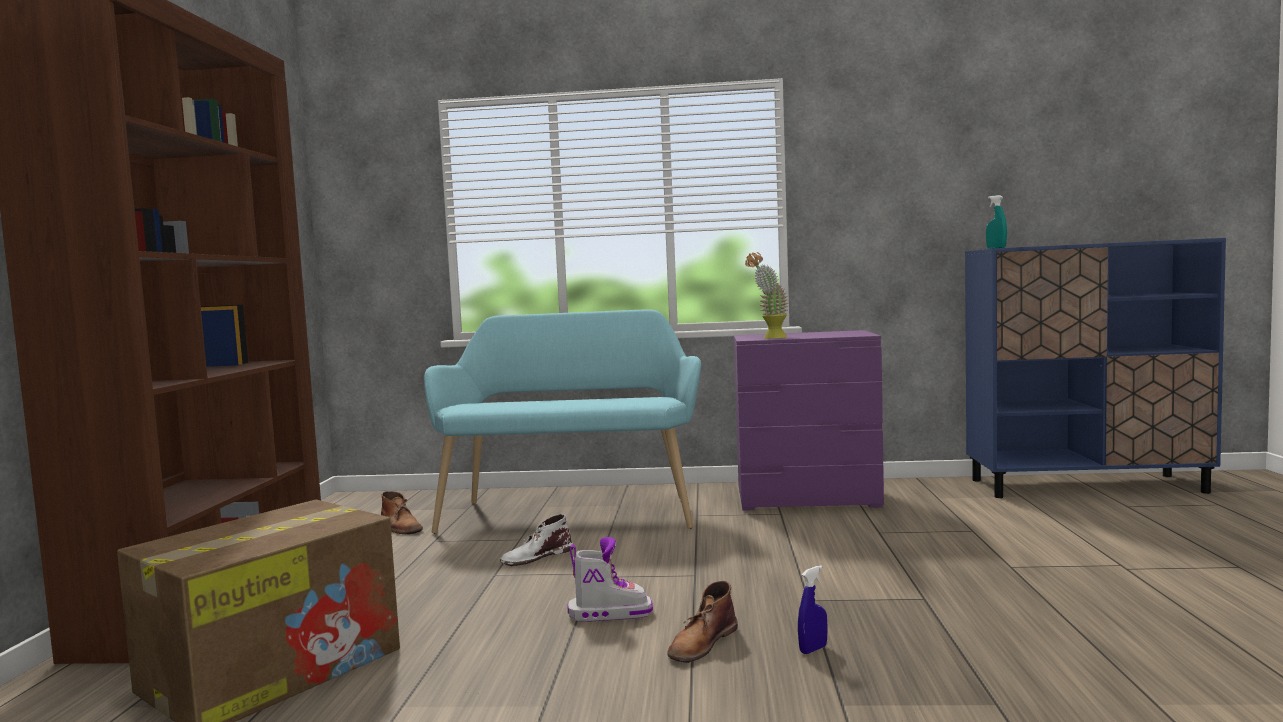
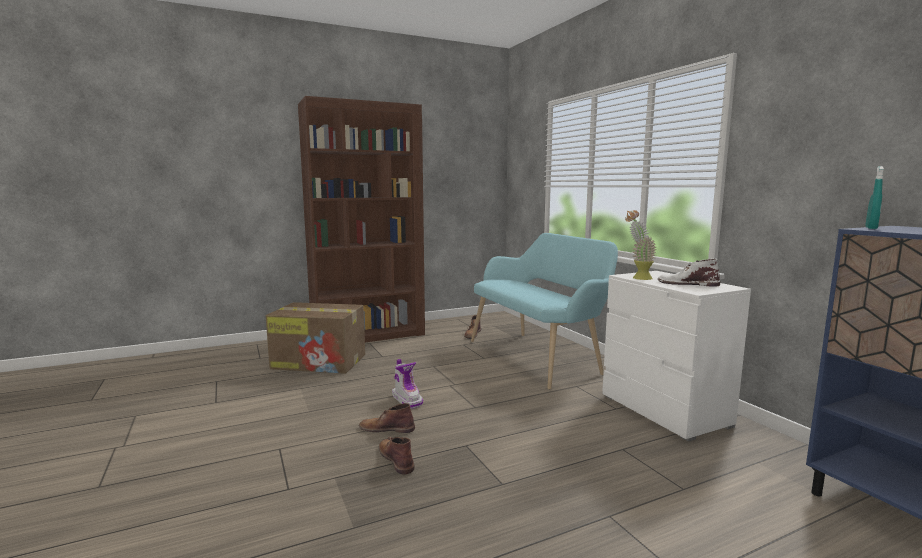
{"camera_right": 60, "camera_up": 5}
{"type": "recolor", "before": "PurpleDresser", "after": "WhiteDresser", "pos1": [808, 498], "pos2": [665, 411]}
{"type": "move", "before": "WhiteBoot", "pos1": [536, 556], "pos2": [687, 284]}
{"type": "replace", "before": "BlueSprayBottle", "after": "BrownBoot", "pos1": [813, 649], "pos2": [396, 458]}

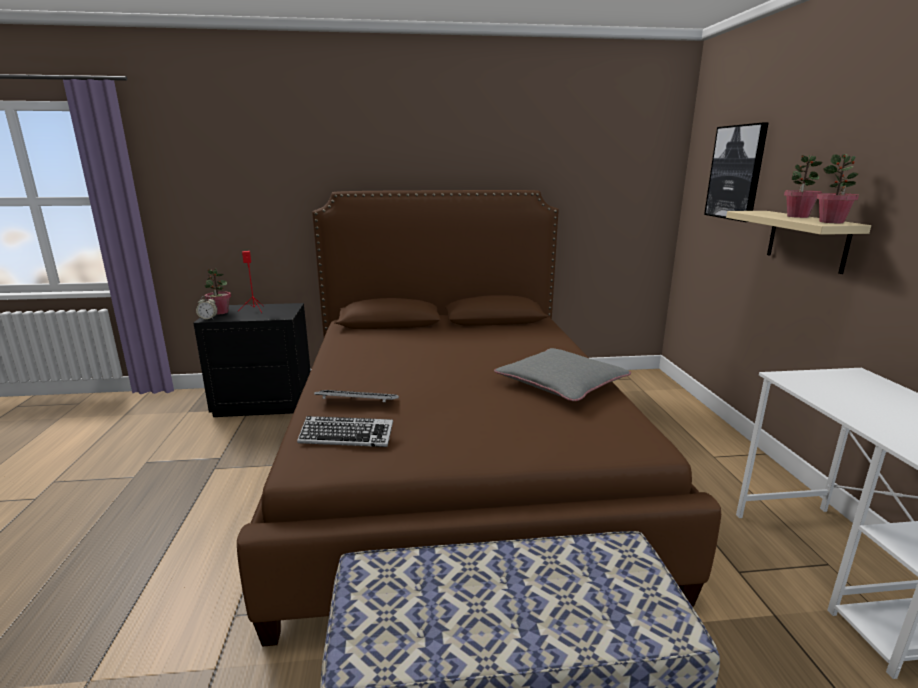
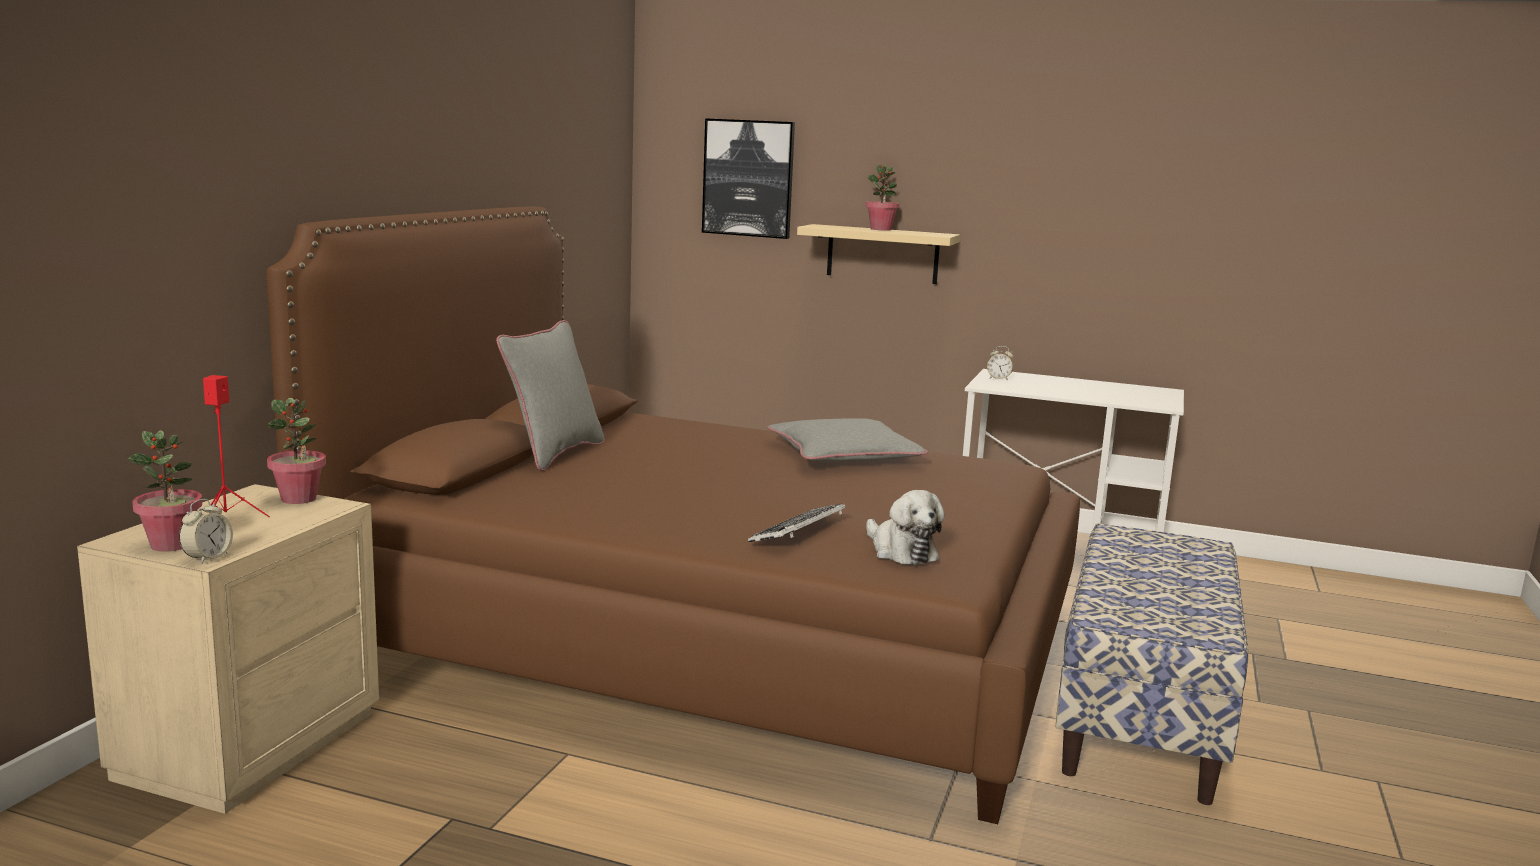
{"camera_right": -65, "camera_up": -5}
{"type": "move", "before": "PottedPlant", "pos1": [831, 222], "pos2": [299, 499]}
{"type": "recolor", "before": "BlackNightstand", "after": "BeigeNightstand", "pos1": [264, 402], "pos2": [247, 745]}
{"type": "replace", "before": "Keyboard", "after": "PlushToy", "pos1": [346, 437], "pos2": [901, 551]}
{"type": "insert", "after": "GreyPillow", "pos2": [554, 454]}
{"type": "insert", "after": "AlarmClock", "pos2": [998, 379]}

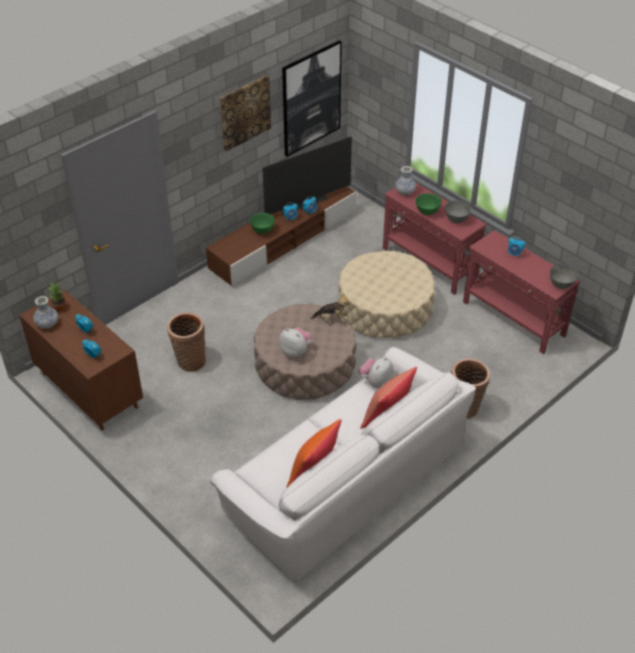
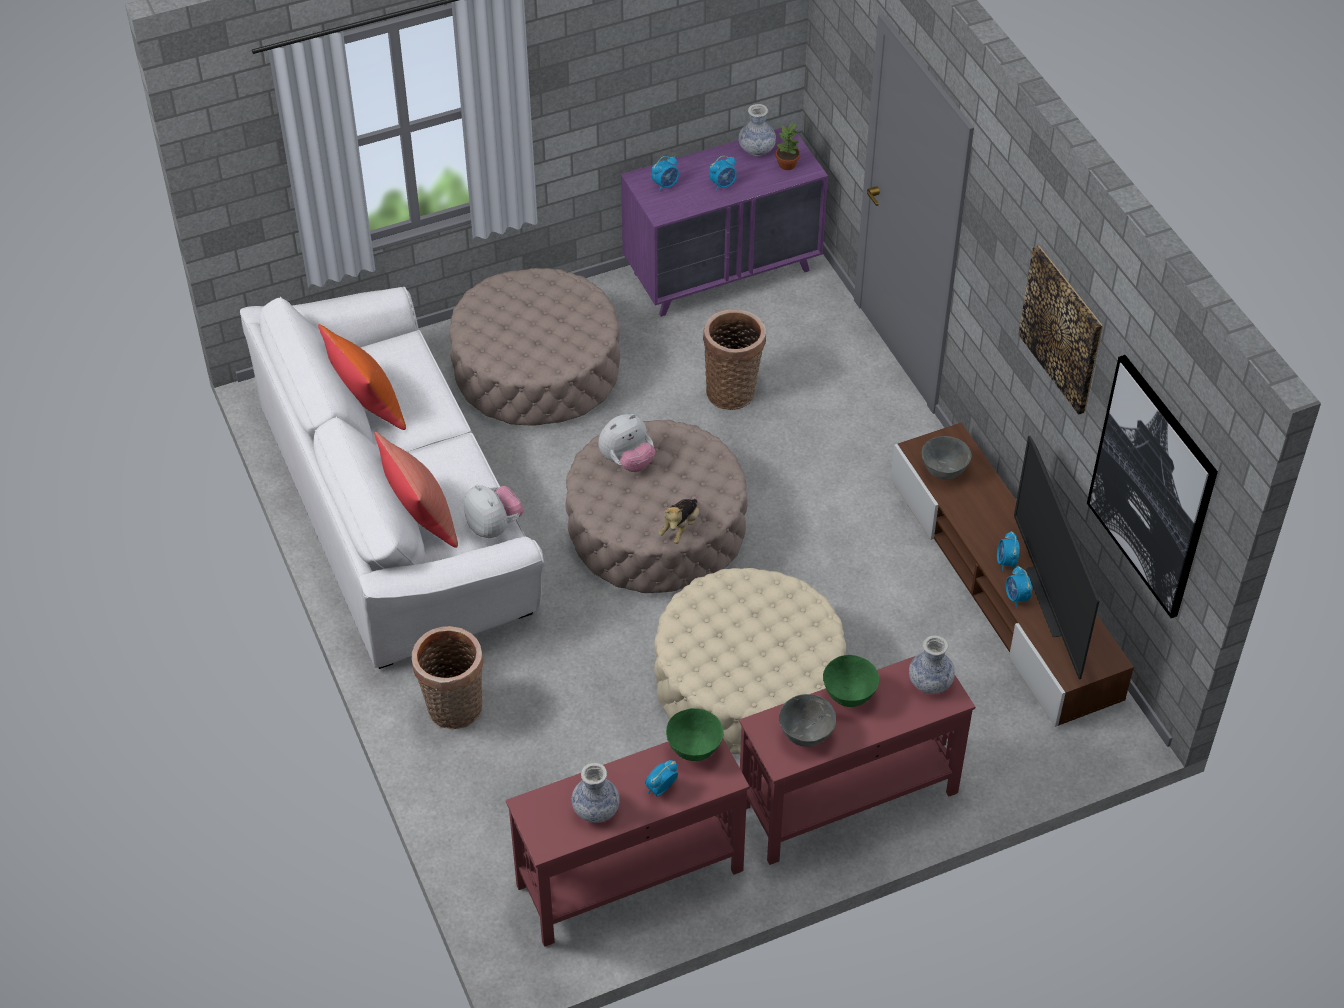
{"camera_right": 110, "camera_up": 5}
{"type": "move", "before": "GreenBowl", "pos1": [262, 231], "pos2": [695, 749]}
{"type": "move", "before": "GreyBowl", "pos1": [561, 285], "pos2": [943, 471]}
{"type": "recolor", "before": "BrownDresser", "after": "PurpleDresser", "pos1": [89, 390], "pos2": [722, 271]}
{"type": "insert", "after": "BeigeOttoman", "pos2": [536, 369]}
{"type": "insert", "after": "Vase", "pos2": [596, 809]}

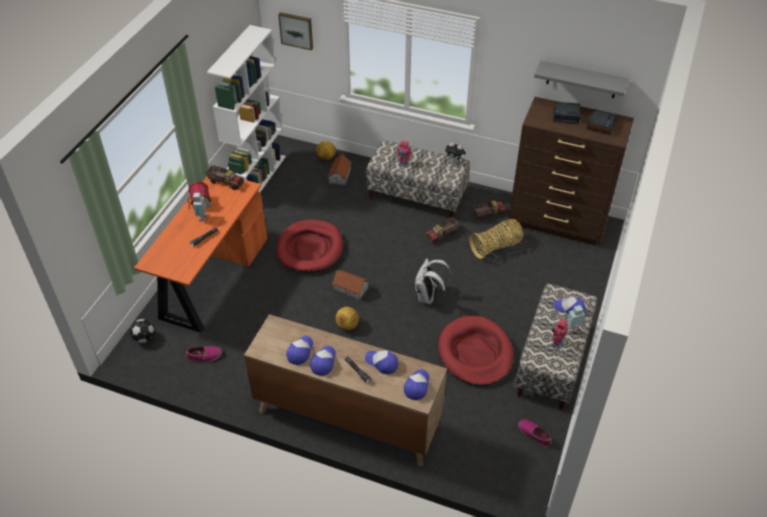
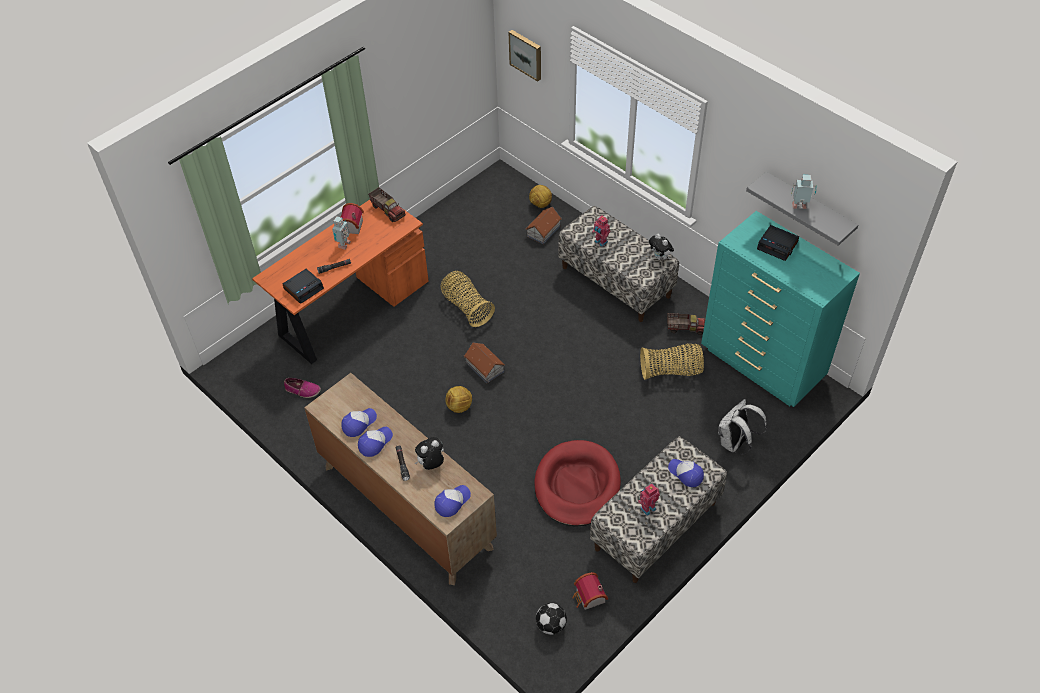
{"camera_right": 25, "camera_up": 5}
{"type": "delete", "before": "WhiteBookcase", "pos1": [258, 178]}
{"type": "recolor", "before": "BrownDresser", "after": "TurquoiseDresser", "pos1": [558, 222], "pos2": [762, 365]}
{"type": "move", "before": "AlarmClock", "pos1": [600, 125], "pos2": [304, 288]}
{"type": "delete", "before": "ToyTruck", "pos1": [442, 235]}
{"type": "replace", "before": "RedDogBed", "after": "Basket", "pos1": [310, 248], "pos2": [466, 307]}
{"type": "move", "before": "WhiteBackpack", "pos1": [428, 297], "pos2": [735, 443]}
{"type": "move", "before": "ToyRobot", "pos1": [573, 330], "pos2": [799, 206]}
{"type": "move", "before": "Football", "pos1": [145, 338], "pos2": [551, 625]}
{"type": "replace", "before": "Cap", "after": "PlushToy", "pos1": [381, 363], "pos2": [431, 464]}
{"type": "replace", "before": "Shoe", "after": "ToyHouse", "pos1": [534, 434], "pos2": [589, 598]}

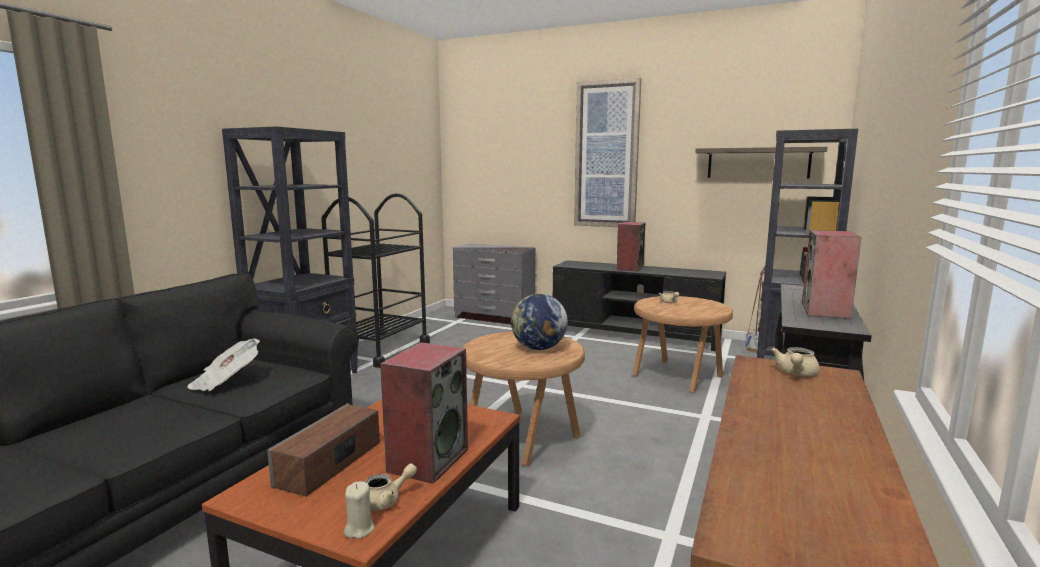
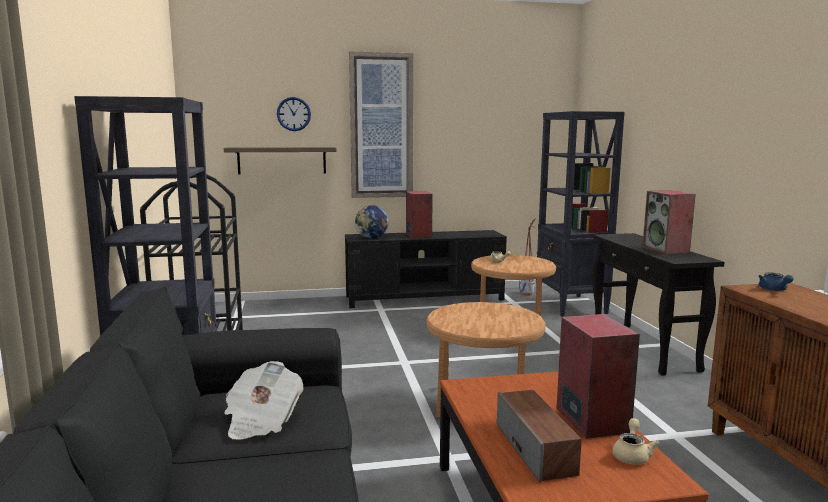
{"camera_right": -35, "camera_up": 0}
{"type": "move", "before": "Shelf", "pos1": [758, 163], "pos2": [282, 160]}
{"type": "delete", "before": "GreyDresser", "pos1": [494, 318]}
{"type": "move", "before": "Globe", "pos1": [538, 348], "pos2": [371, 238]}
{"type": "recolor", "before": "BeigeTeapot", "after": "BlueTeapot", "pos1": [796, 373], "pos2": [774, 290]}
{"type": "delete", "before": "BeigeCandle", "pos1": [359, 529]}
{"type": "insert", "after": "WallClock", "pos2": [293, 114]}

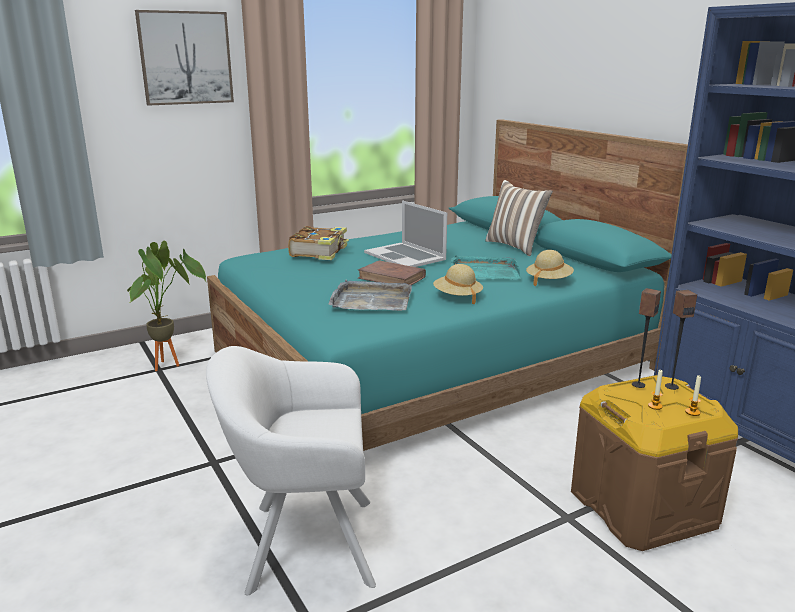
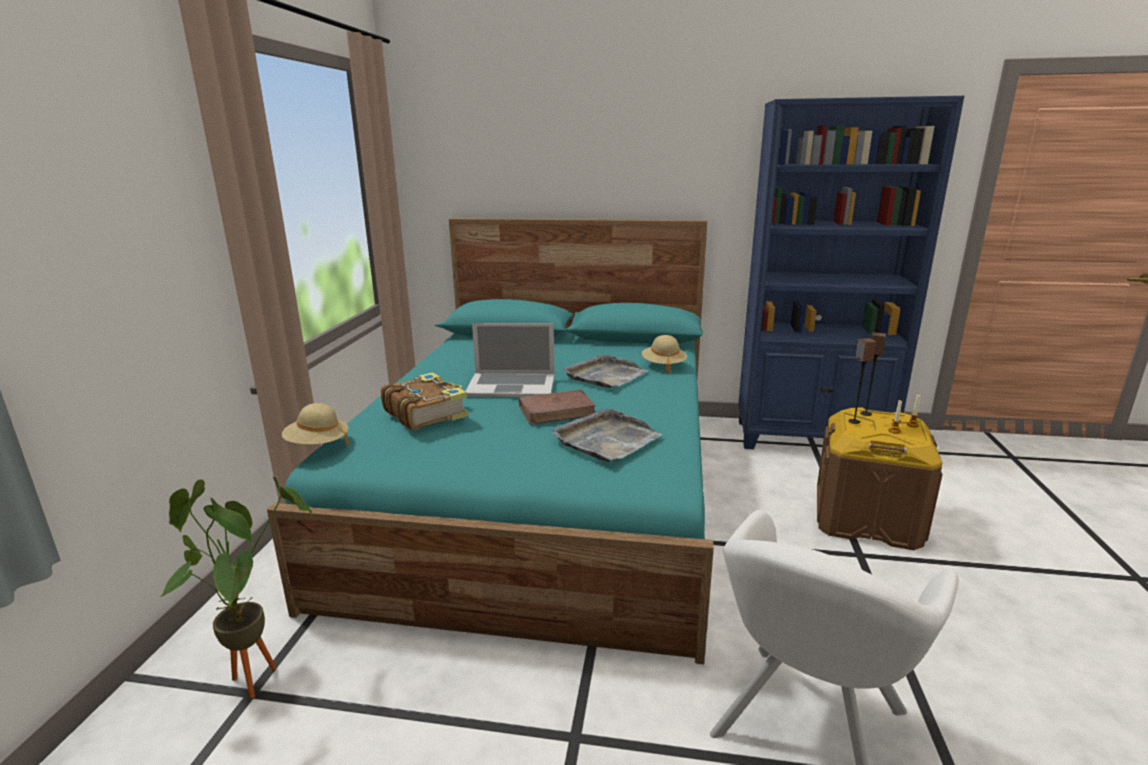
{"camera_right": -50, "camera_up": 0}
{"type": "delete", "before": "Picture", "pos1": [185, 58]}
{"type": "delete", "before": "Pillow", "pos1": [515, 246]}
{"type": "recolor", "before": "TurquoiseTray", "after": "GreyTray", "pos1": [484, 272], "pos2": [605, 375]}
{"type": "move", "before": "BeigeHat", "pos1": [457, 297], "pos2": [317, 445]}

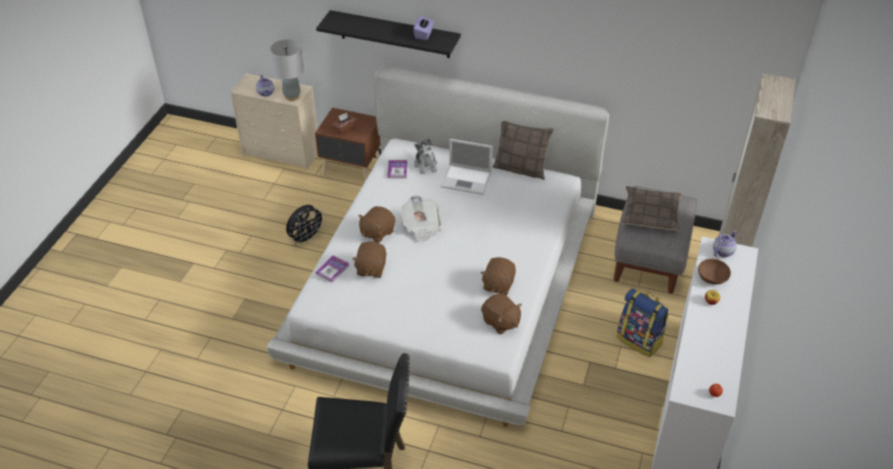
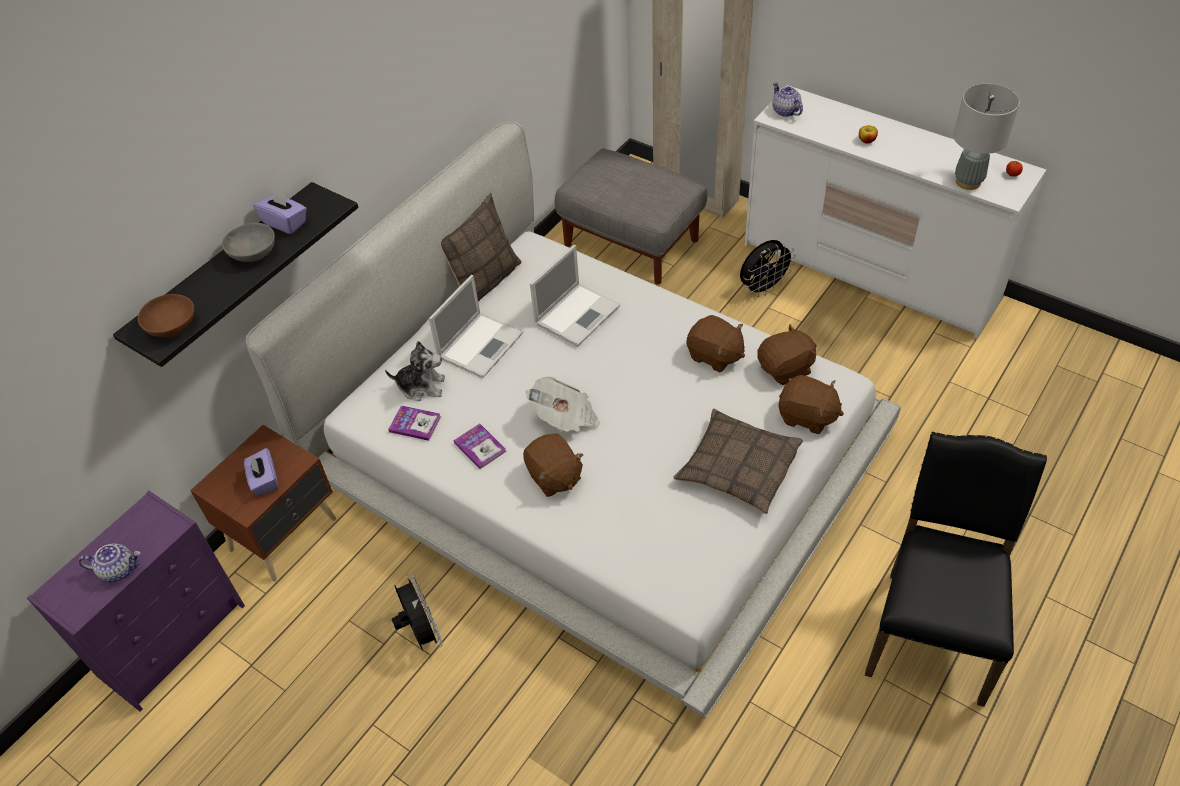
{"camera_right": -70, "camera_up": 5}
{"type": "move", "before": "GreyTableLamp", "pos1": [292, 96], "pos2": [968, 182]}
{"type": "recolor", "before": "BeigeDresser", "after": "PurpleDresser", "pos1": [282, 153], "pos2": [173, 639]}
{"type": "recolor", "before": "BrownTissueBox", "after": "PurpleTissueBox", "pos1": [345, 129], "pos2": [264, 480]}
{"type": "move", "before": "Pillow", "pos1": [651, 214], "pos2": [738, 468]}
{"type": "move", "before": "BrownPlushToy", "pos1": [370, 268], "pos2": [807, 417]}
{"type": "move", "before": "Book", "pos1": [332, 269], "pos2": [480, 447]}
{"type": "move", "before": "BrownBowl", "pos1": [712, 278], "pos2": [173, 326]}
{"type": "replace", "before": "Backpack", "after": "BlackFan", "pos1": [639, 340], "pos2": [763, 288]}
{"type": "insert", "after": "GreyBowl", "pos2": [254, 252]}
{"type": "insert", "after": "Laptop", "pos2": [578, 314]}

